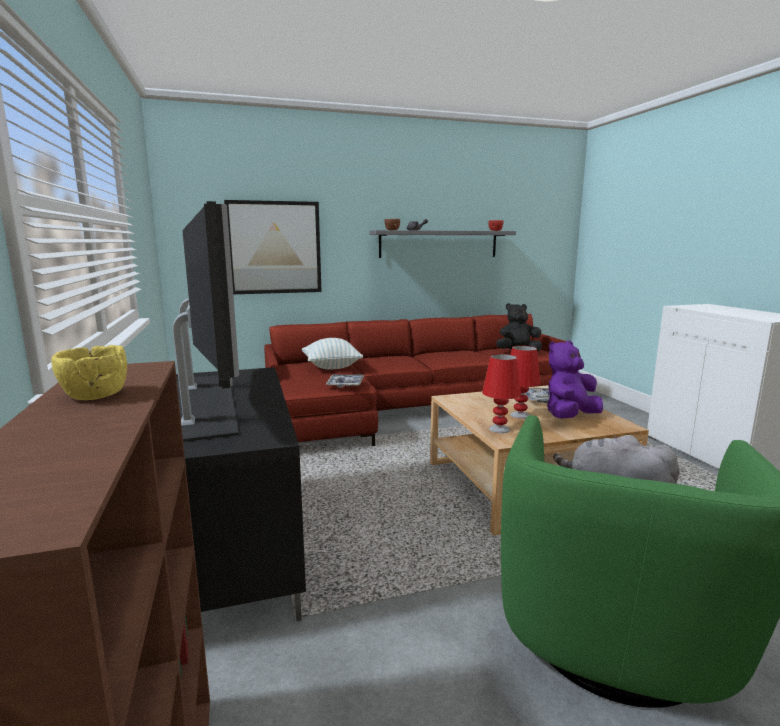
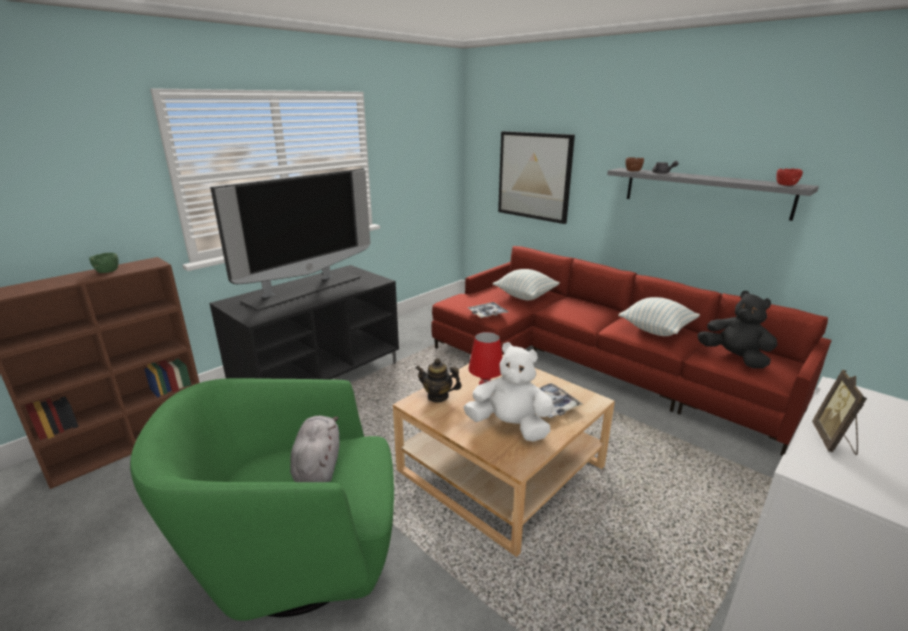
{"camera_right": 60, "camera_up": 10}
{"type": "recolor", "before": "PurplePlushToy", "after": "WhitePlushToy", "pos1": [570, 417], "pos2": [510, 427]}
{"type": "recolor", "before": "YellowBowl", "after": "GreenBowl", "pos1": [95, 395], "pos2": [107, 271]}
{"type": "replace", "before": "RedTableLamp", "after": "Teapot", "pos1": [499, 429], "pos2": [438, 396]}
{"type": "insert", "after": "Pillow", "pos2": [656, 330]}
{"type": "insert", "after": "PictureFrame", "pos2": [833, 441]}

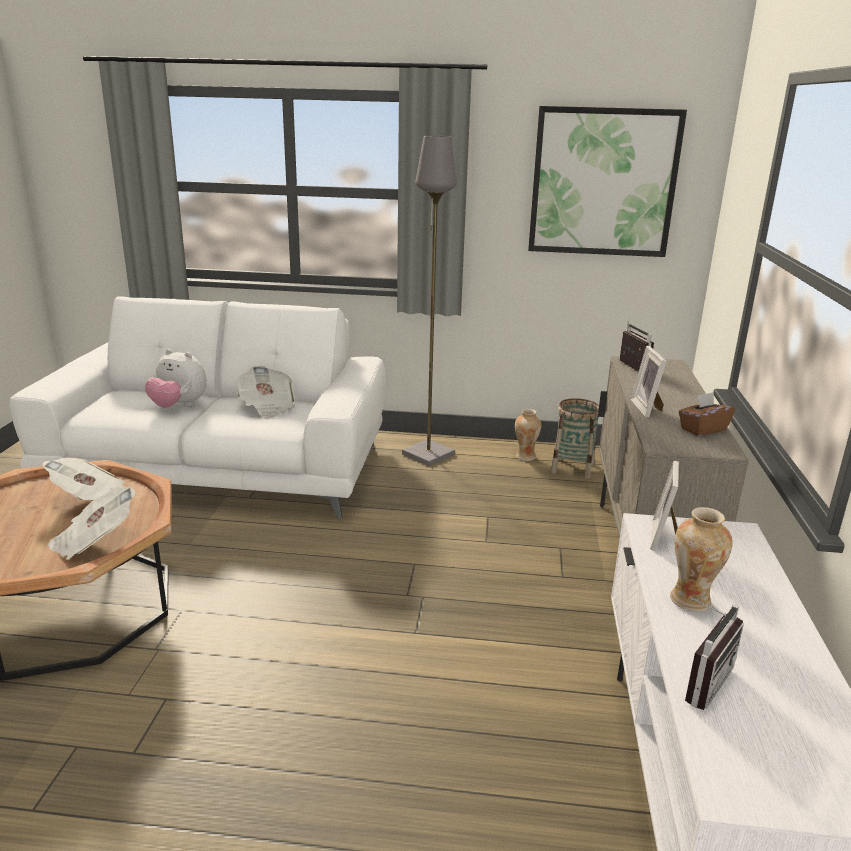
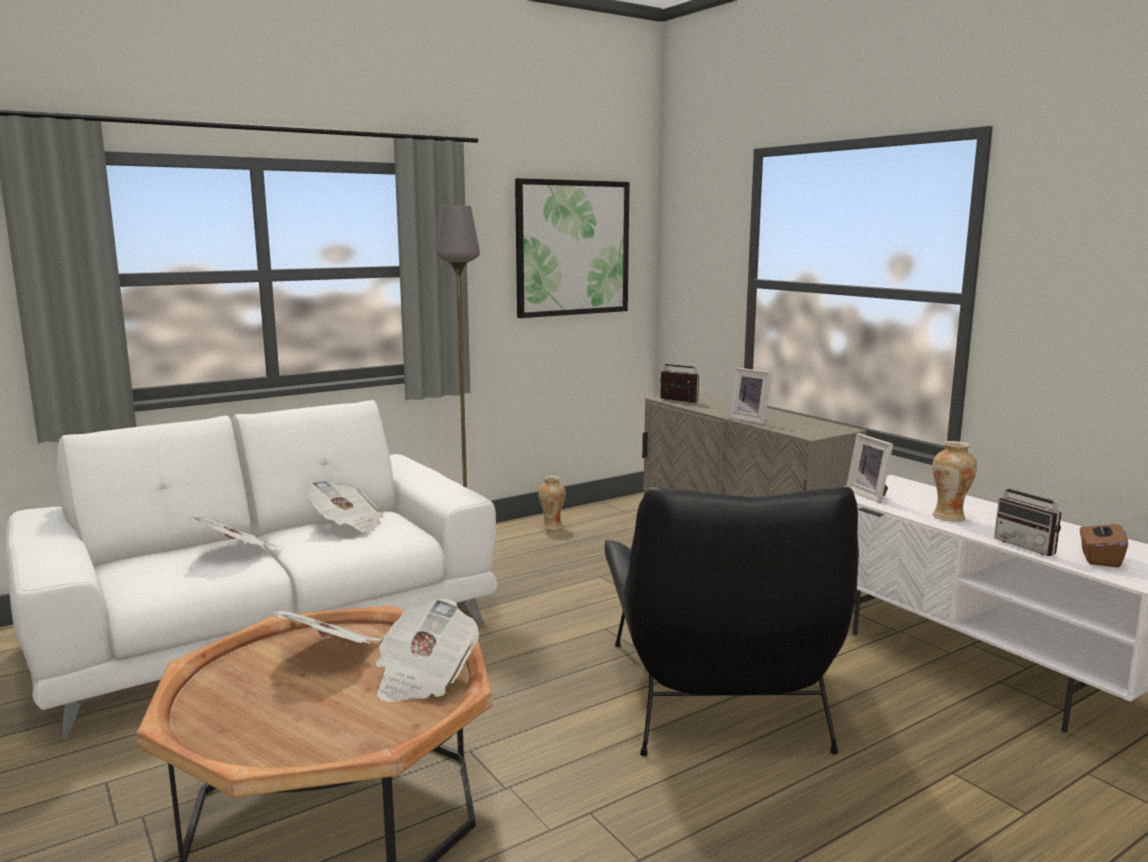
{"camera_right": -40, "camera_up": -10}
{"type": "replace", "before": "PlushToy", "after": "Newspaper", "pos1": [178, 406], "pos2": [238, 552]}
{"type": "move", "before": "BrownTissueBox", "pos1": [702, 429], "pos2": [1099, 558]}
{"type": "delete", "before": "Basket", "pos1": [572, 468]}
{"type": "rotate", "before": "Radio", "pos1": [699, 680], "pos2": [1029, 546], "turn": 150}
{"type": "insert", "after": "BlackArmchair", "pos2": [718, 693]}

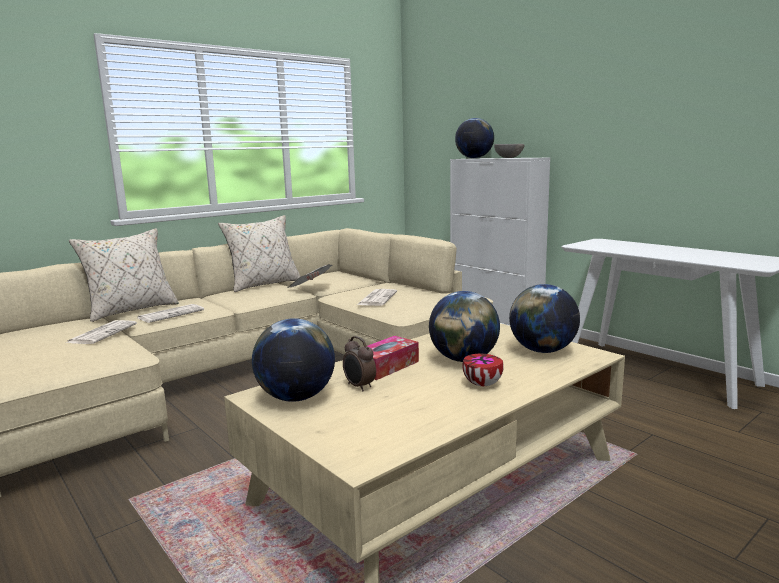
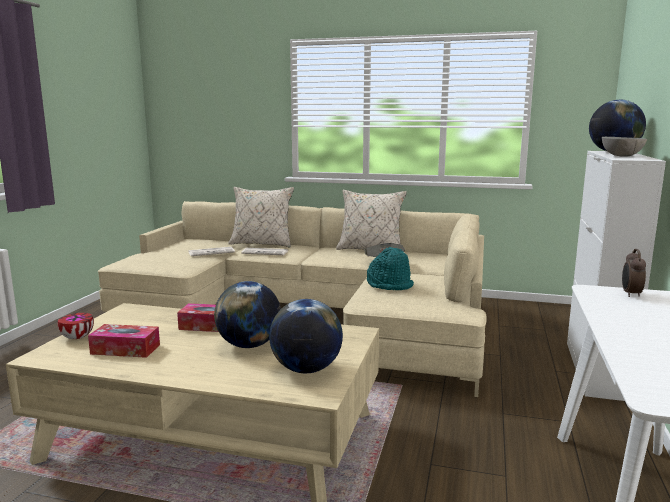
{"camera_right": 55, "camera_up": 0}
{"type": "replace", "before": "Newspaper", "after": "TurquoiseHat", "pos1": [377, 298], "pos2": [390, 285]}
{"type": "delete", "before": "Globe", "pos1": [296, 397]}
{"type": "move", "before": "AlarmClock", "pos1": [359, 387], "pos2": [630, 294]}
{"type": "move", "before": "Bowl", "pos1": [482, 384], "pos2": [76, 337]}
{"type": "insert", "after": "TissueBox", "pos2": [125, 349]}

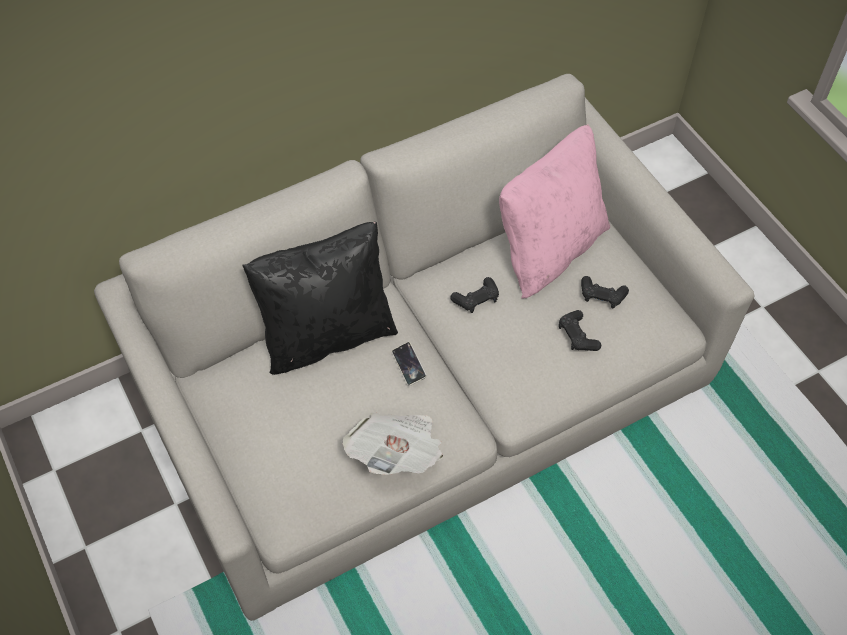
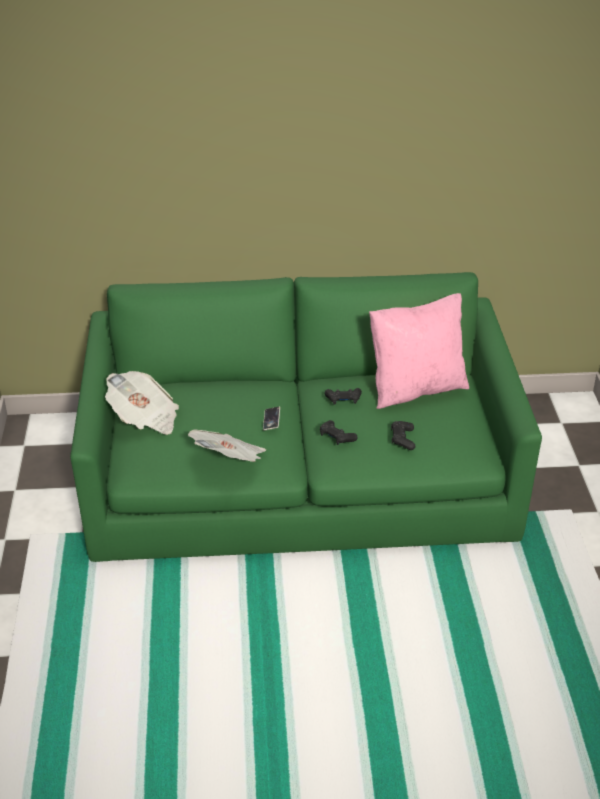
{"camera_right": 25, "camera_up": -20}
{"type": "recolor", "before": "GreySofa", "after": "GreenSofa", "pos1": [424, 382], "pos2": [301, 476]}
{"type": "delete", "before": "BlackPillow", "pos1": [327, 334]}
{"type": "move", "before": "BlackGameController", "pos1": [602, 296], "pos2": [336, 437]}
{"type": "insert", "after": "Newspaper", "pos2": [145, 418]}

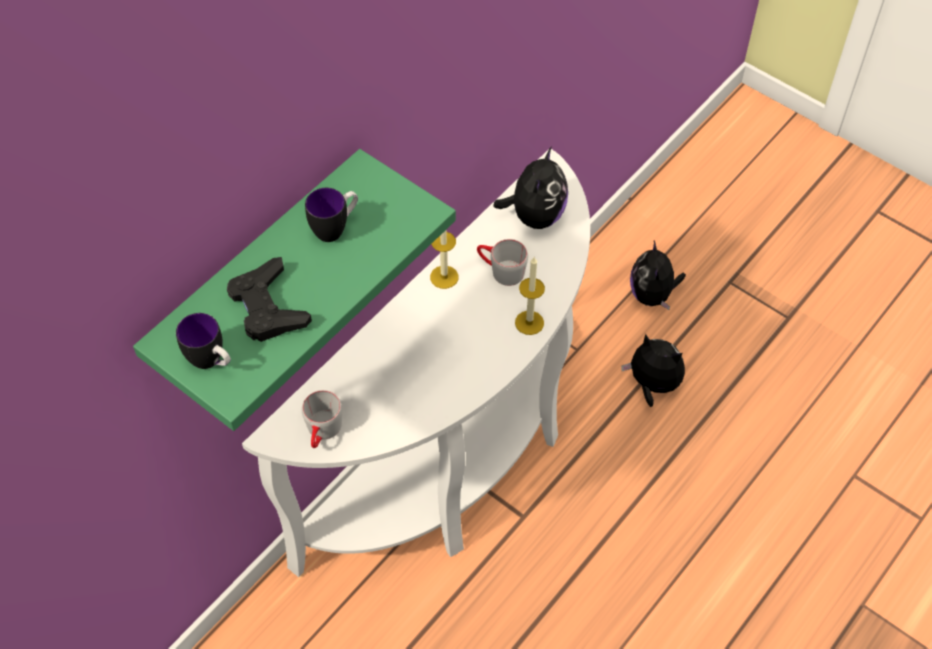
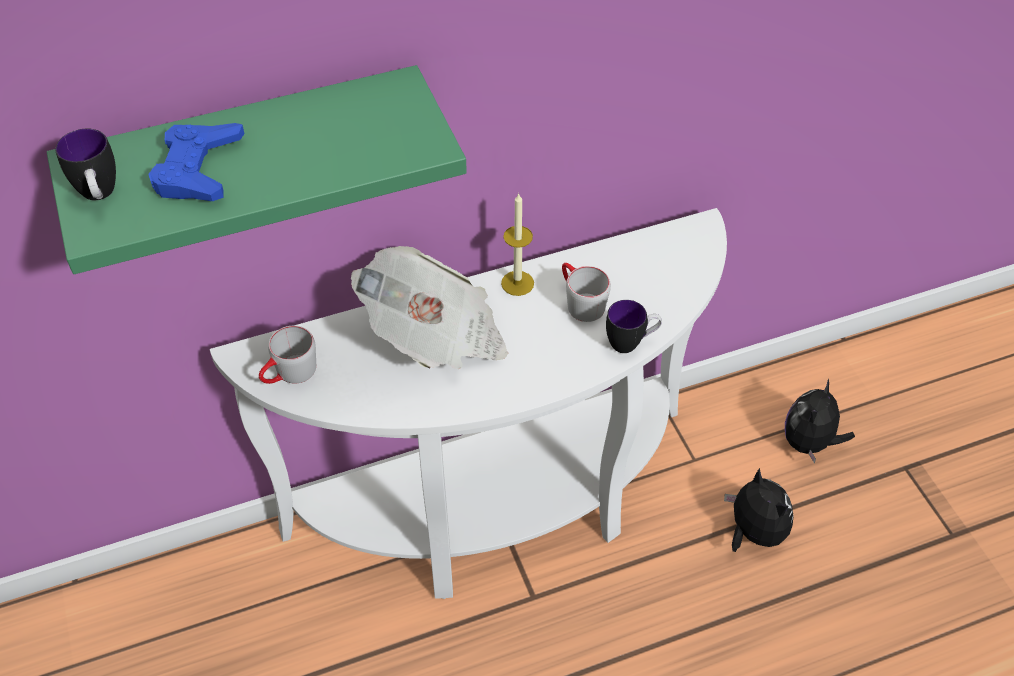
{"camera_right": 30, "camera_up": -5}
{"type": "delete", "before": "PlushToy", "pos1": [535, 216]}
{"type": "move", "before": "Mug", "pos1": [335, 228], "pos2": [631, 343]}
{"type": "recolor", "before": "BlackGameController", "after": "BlueGameController", "pos1": [268, 307], "pos2": [198, 169]}
{"type": "delete", "before": "Candle", "pos1": [529, 322]}
{"type": "insert", "after": "Newspaper", "pos2": [435, 336]}

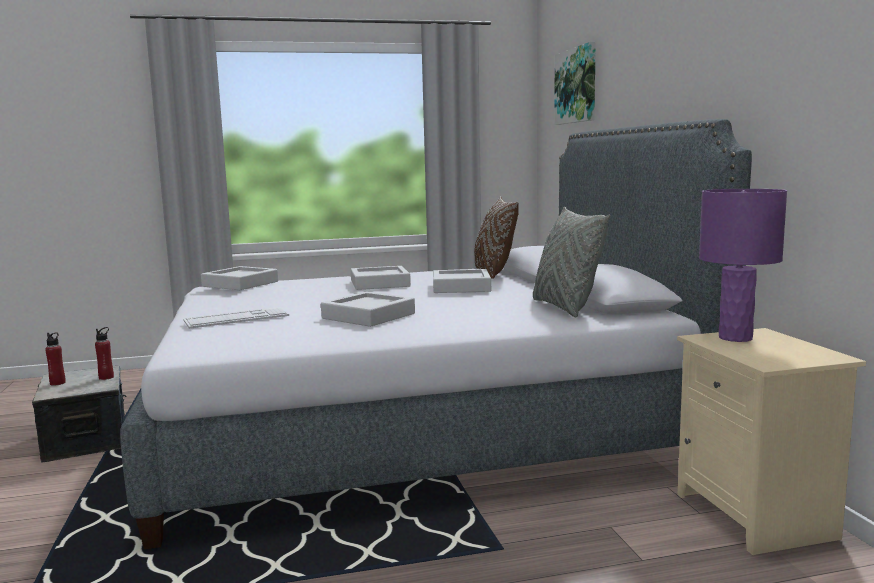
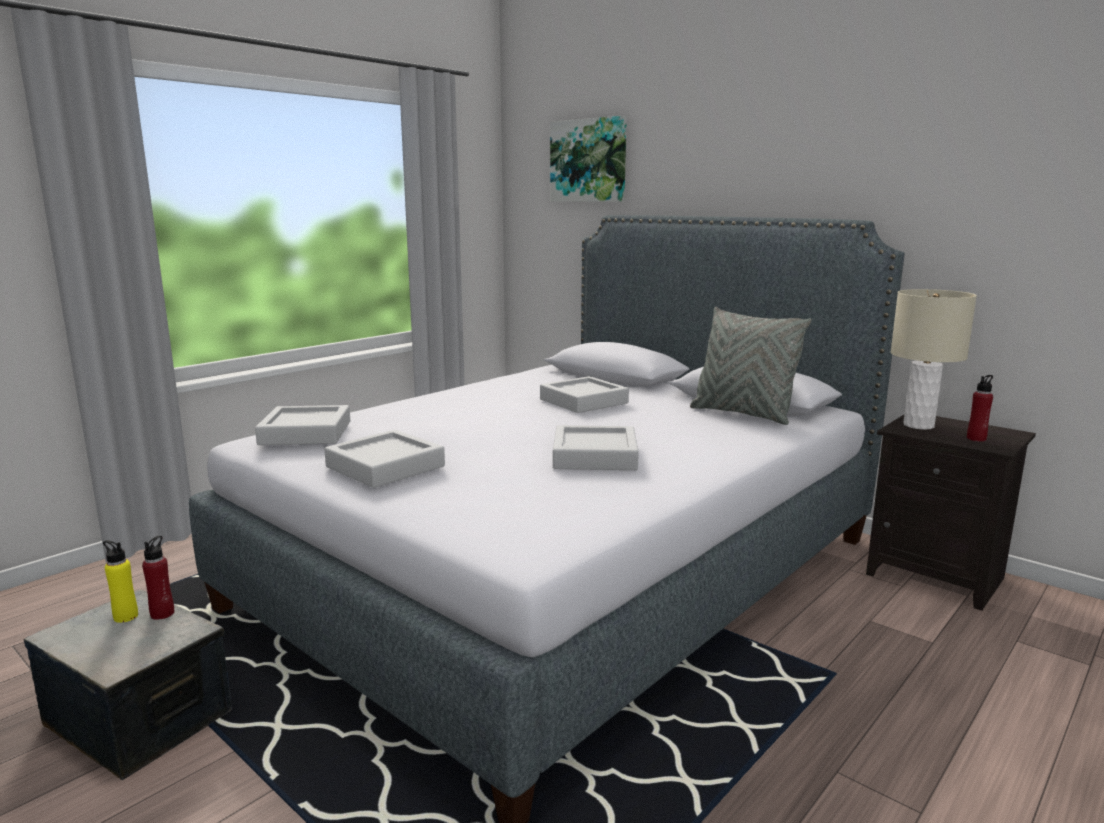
{"camera_right": -35, "camera_up": 5}
{"type": "recolor", "before": "PurpleTableLamp", "after": "BeigeTableLamp", "pos1": [735, 338], "pos2": [918, 425]}
{"type": "delete", "before": "BrownPillow", "pos1": [494, 273]}
{"type": "move", "before": "GreyTray", "pos1": [380, 283], "pos2": [385, 466]}
{"type": "delete", "before": "Keyboard", "pos1": [237, 319]}
{"type": "recolor", "before": "BeigeNightstand", "after": "BlackNightstand", "pos1": [757, 516], "pos2": [937, 576]}
{"type": "move", "before": "RedBottle", "pos1": [57, 383], "pos2": [976, 438]}
{"type": "insert", "after": "YellowBottle", "pos2": [125, 616]}

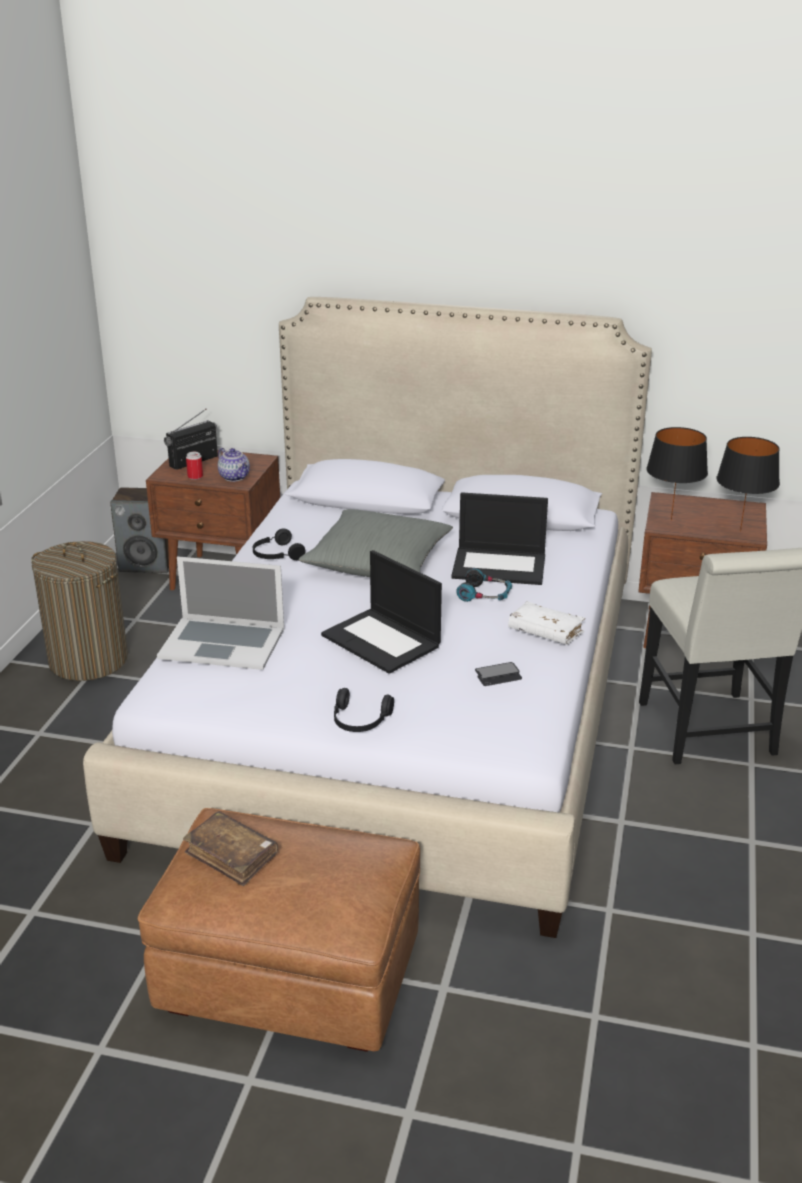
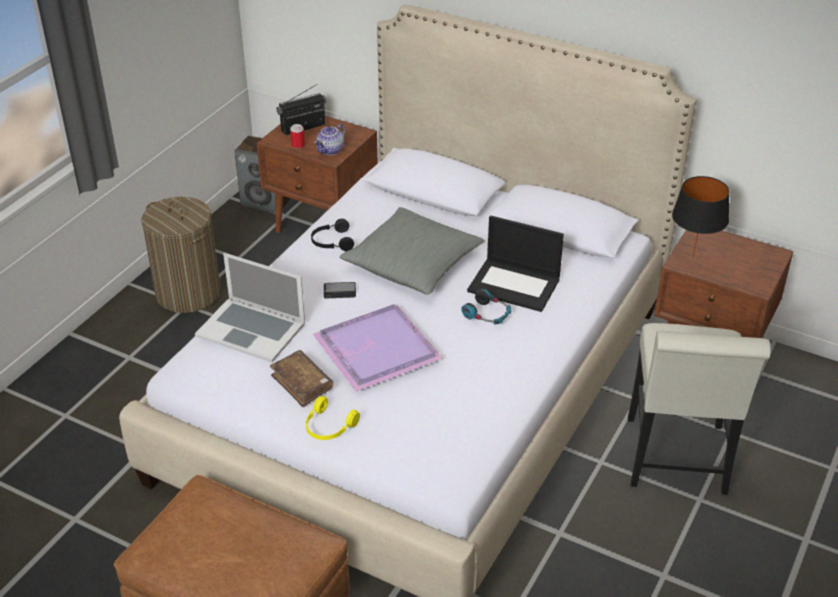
{"camera_right": 15, "camera_up": 10}
{"type": "delete", "before": "BlackTableLamp", "pos1": [739, 530]}
{"type": "rotate", "before": "Teapot", "pos1": [235, 477], "pos2": [331, 150], "turn": 60}
{"type": "replace", "before": "Laptop", "after": "PurpleTray", "pos1": [382, 641], "pos2": [379, 350]}
{"type": "delete", "before": "WhiteBook", "pos1": [545, 632]}
{"type": "move", "before": "Phone", "pos1": [498, 675], "pos2": [339, 291]}
{"type": "recolor", "before": "BlackHeadphones", "after": "YellowHeadphones", "pos1": [359, 721], "pos2": [328, 427]}
{"type": "move", "before": "BrownBook", "pos1": [231, 856], "pos2": [302, 383]}

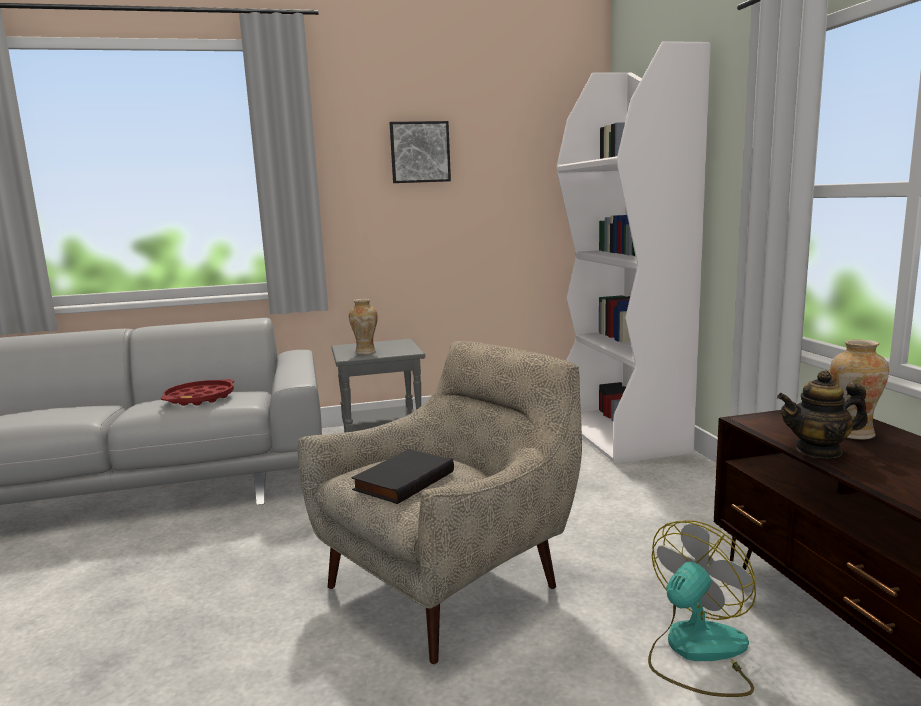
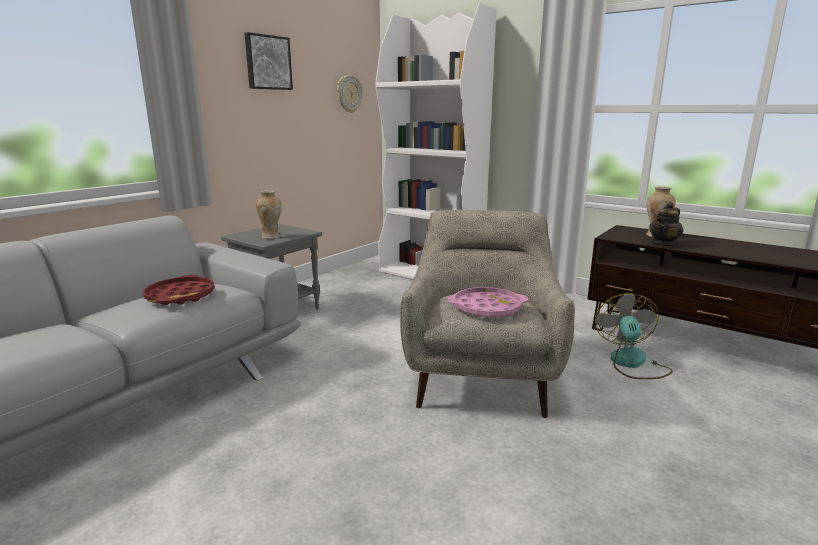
{"camera_right": -40, "camera_up": 5}
{"type": "replace", "before": "BlackBook", "after": "PinkTray", "pos1": [403, 480], "pos2": [487, 308]}
{"type": "insert", "after": "WallClock", "pos2": [349, 94]}

